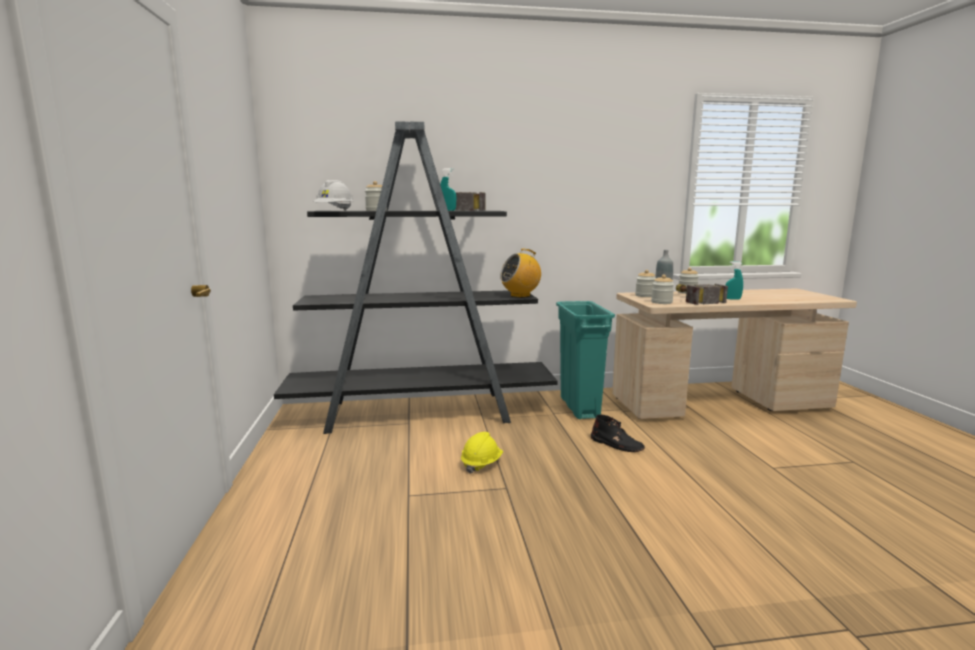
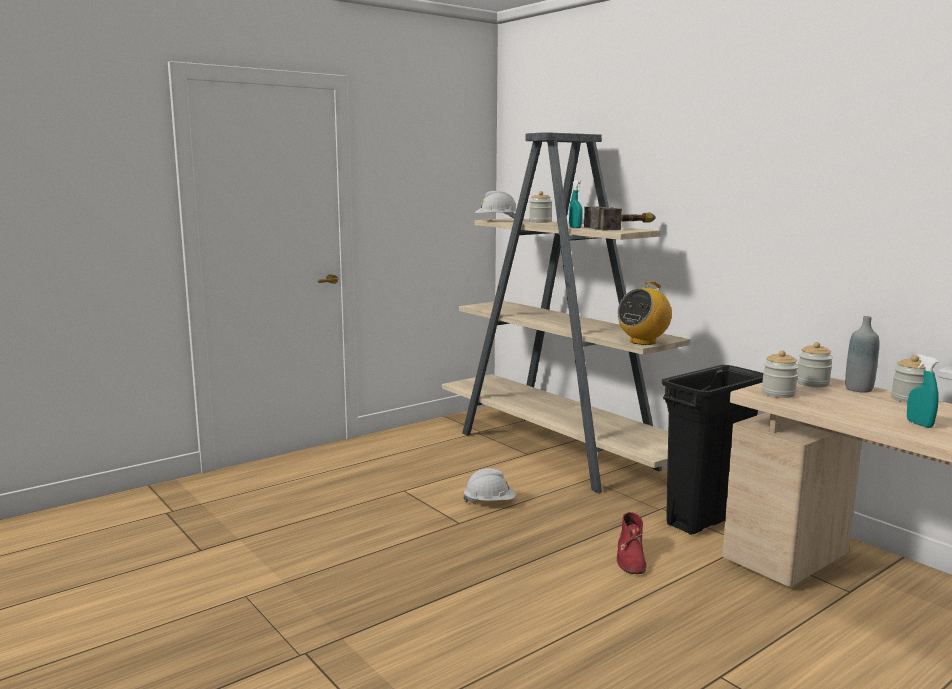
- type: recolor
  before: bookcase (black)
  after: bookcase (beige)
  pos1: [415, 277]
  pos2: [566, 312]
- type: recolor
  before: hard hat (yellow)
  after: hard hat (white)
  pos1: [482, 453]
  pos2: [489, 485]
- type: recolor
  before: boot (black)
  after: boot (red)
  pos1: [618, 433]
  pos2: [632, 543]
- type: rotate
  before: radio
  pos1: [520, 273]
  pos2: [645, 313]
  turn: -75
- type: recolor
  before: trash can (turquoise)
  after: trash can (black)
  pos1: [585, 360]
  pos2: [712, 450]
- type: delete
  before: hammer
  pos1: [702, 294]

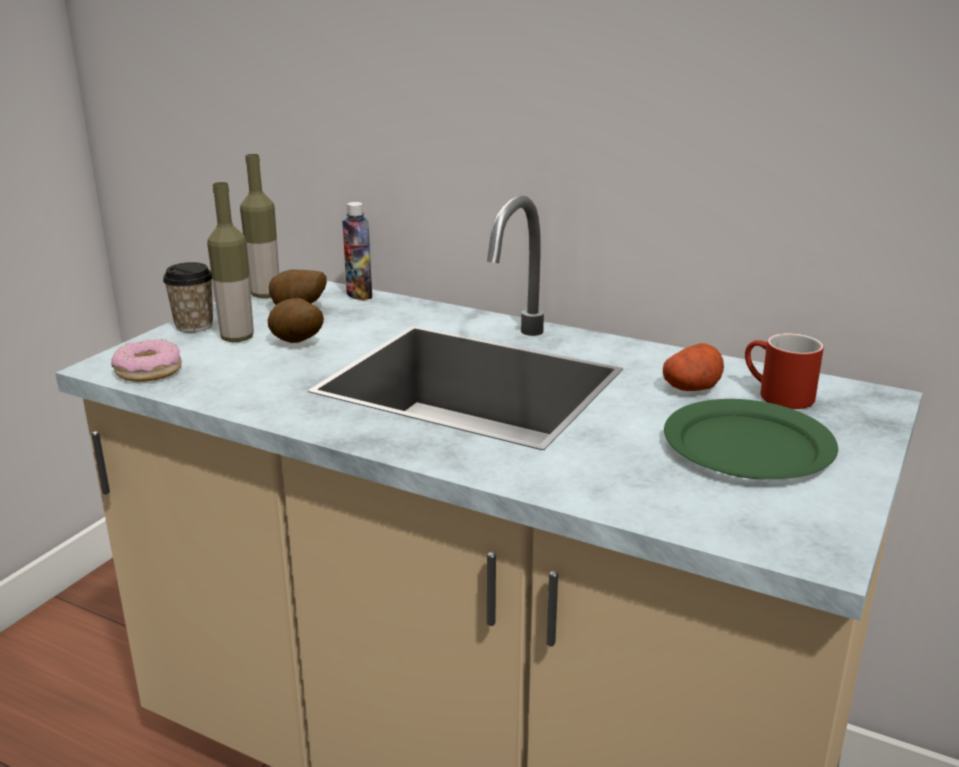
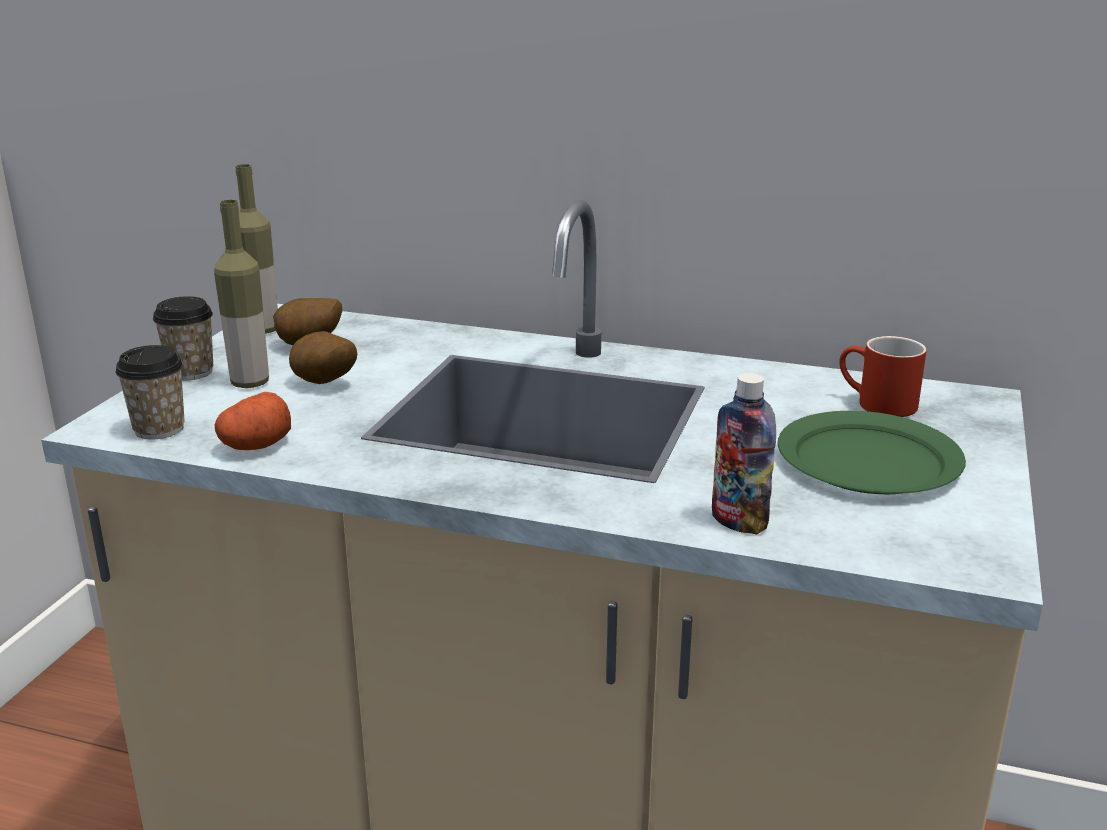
- type: replace
  before: donut
  after: cup
  pos1: [146, 360]
  pos2: [150, 392]
- type: move
  before: potato
  pos1: [693, 367]
  pos2: [253, 421]
- type: move
  before: bottle
  pos1: [357, 251]
  pos2: [744, 454]

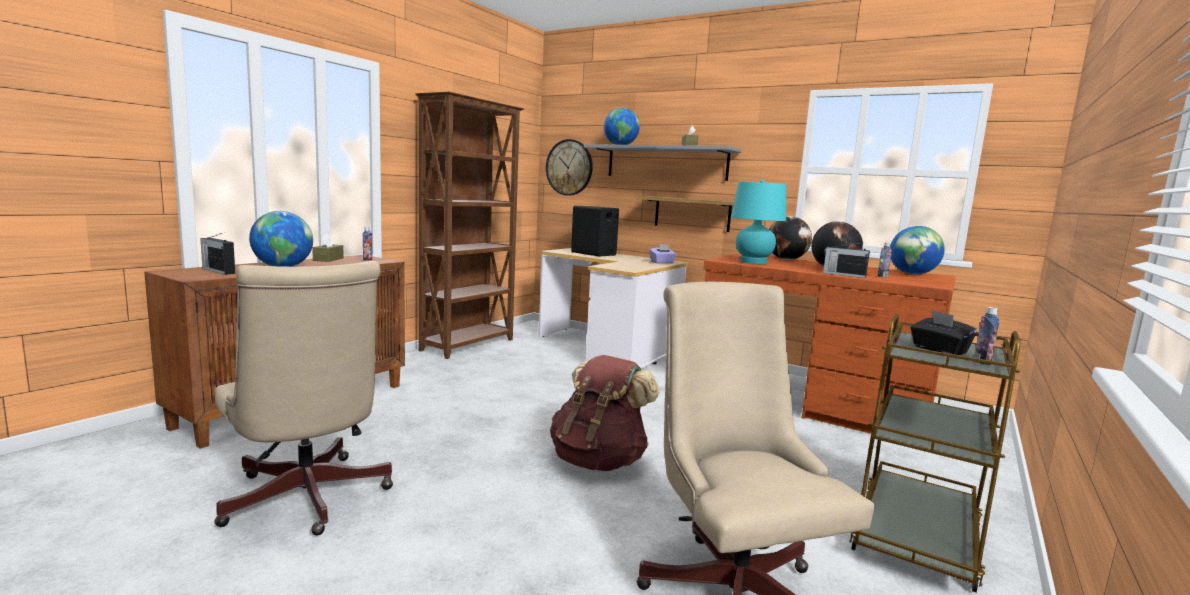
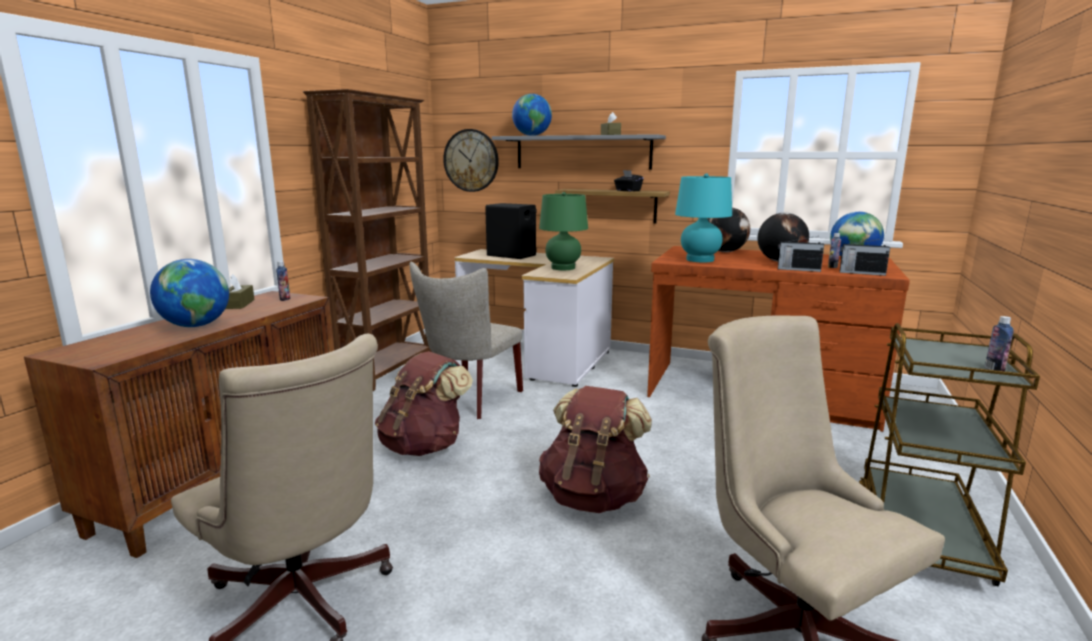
- type: insert
  after: backpack (brown)
  pos2: [424, 403]
- type: insert
  after: chair (beige)
  pos2: [466, 340]
- type: insert
  after: table lamp (green)
  pos2: [563, 231]
- type: move
  before: tissue box (black)
  pos1: [943, 332]
  pos2: [629, 180]
- type: move
  before: radio
  pos1: [217, 254]
  pos2: [865, 257]
- type: delete
  before: tissue box (purple)
  pos1: [663, 254]

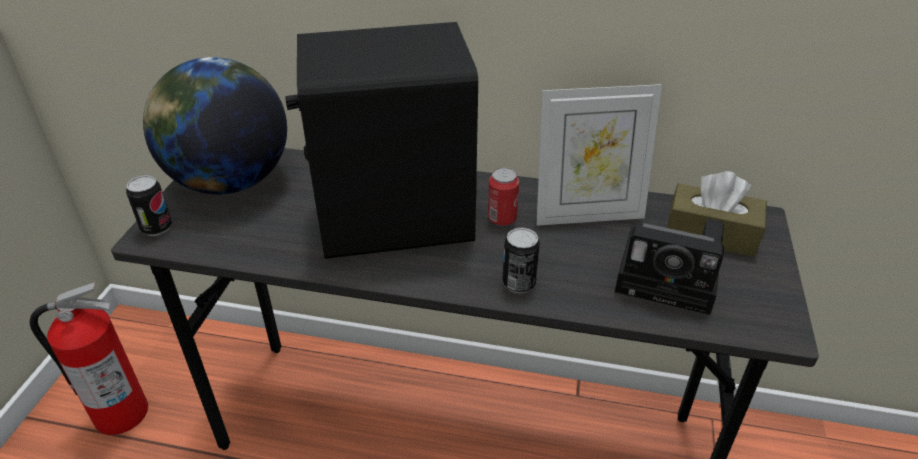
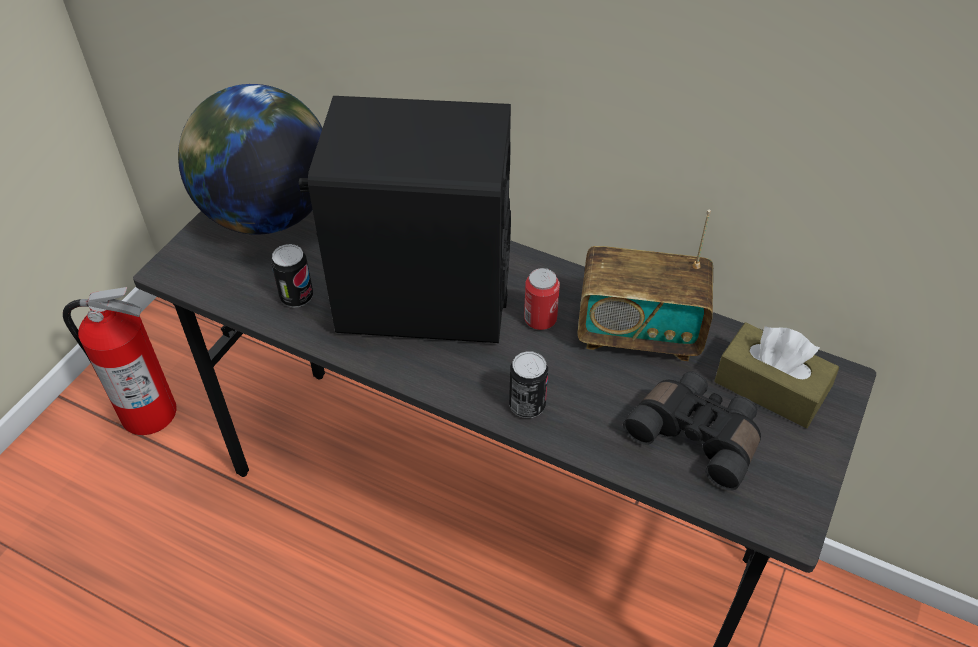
- type: move
  before: can
  pos1: [149, 205]
  pos2: [292, 276]
- type: replace
  before: picture frame
  after: radio
  pos1: [599, 155]
  pos2: [645, 285]
- type: replace
  before: photo camera
  after: binoculars (black)
  pos1: [669, 267]
  pos2: [692, 431]

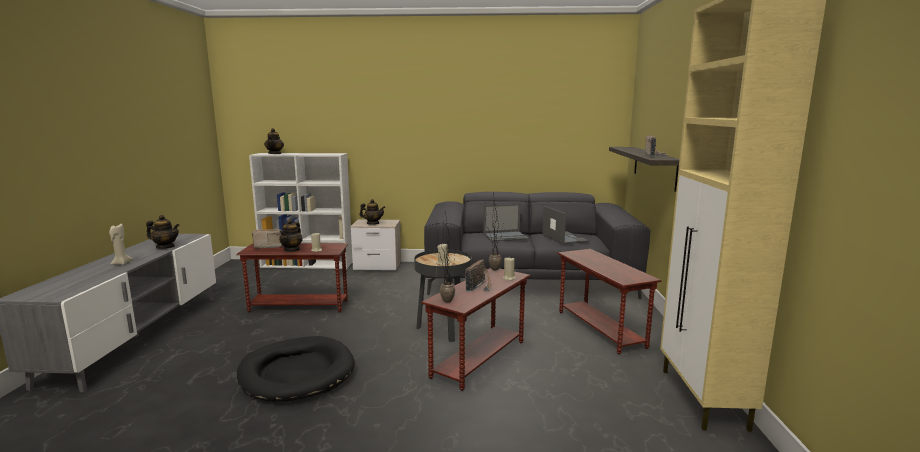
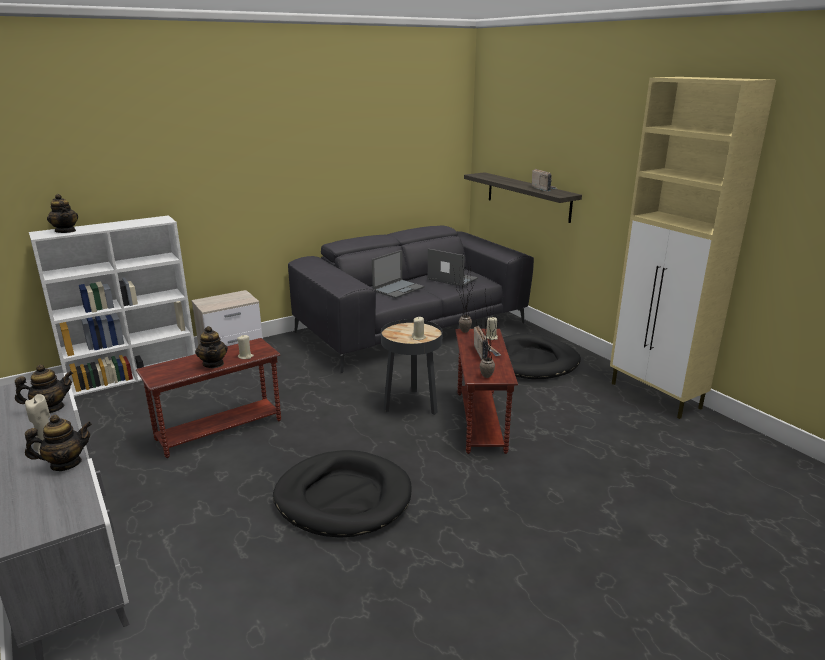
- type: move
  before: teapot
  pos1: [372, 212]
  pos2: [58, 443]
- type: replace
  before: side table (brown)
  after: dog bed (black)
  pos1: [609, 302]
  pos2: [542, 356]
- type: delete
  before: radio
  pos1: [267, 239]

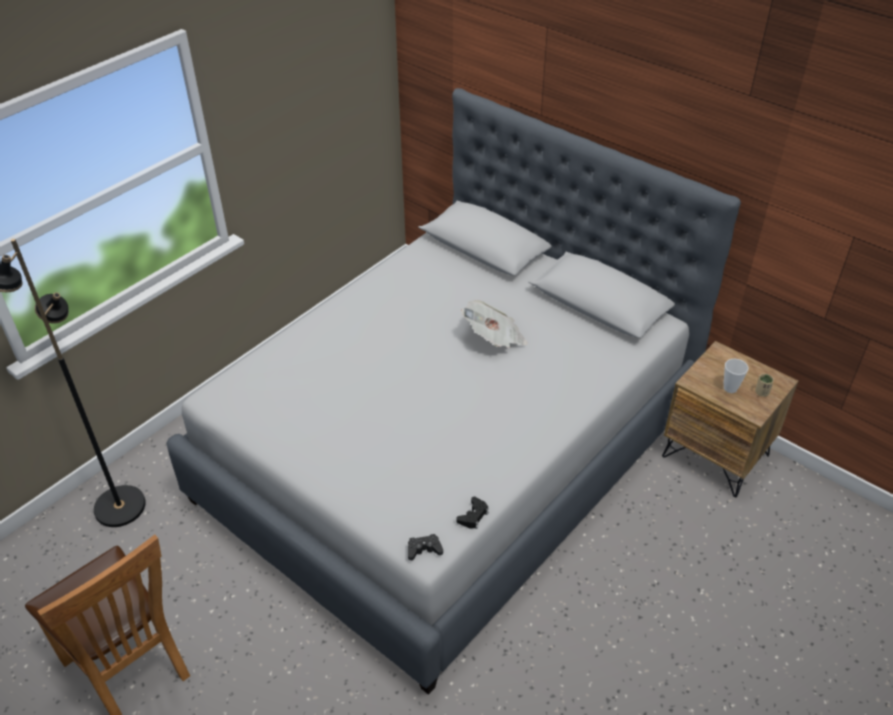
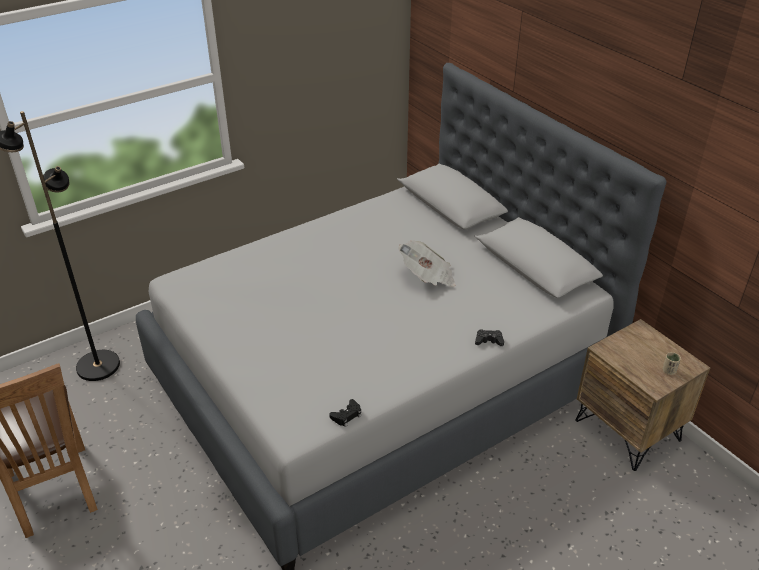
- type: move
  before: game controller (black)
  pos1: [425, 547]
  pos2: [489, 337]
- type: delete
  before: cup
  pos1: [736, 376]

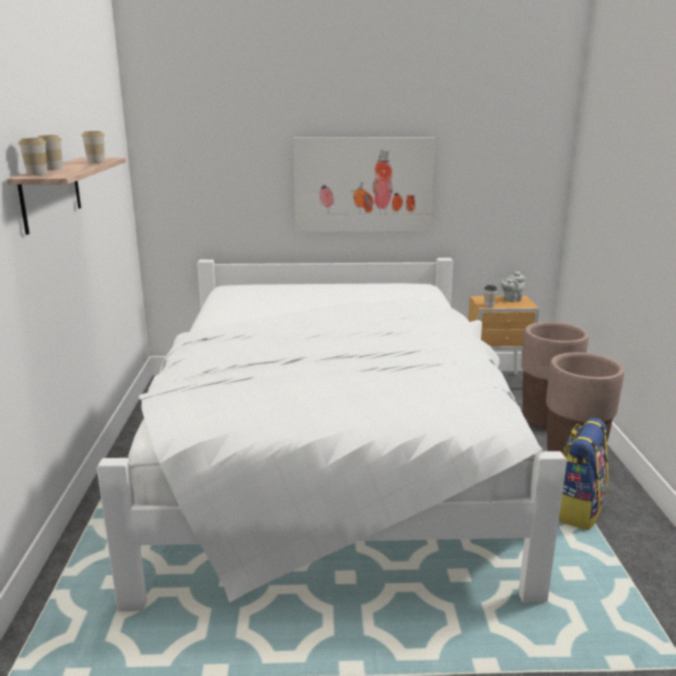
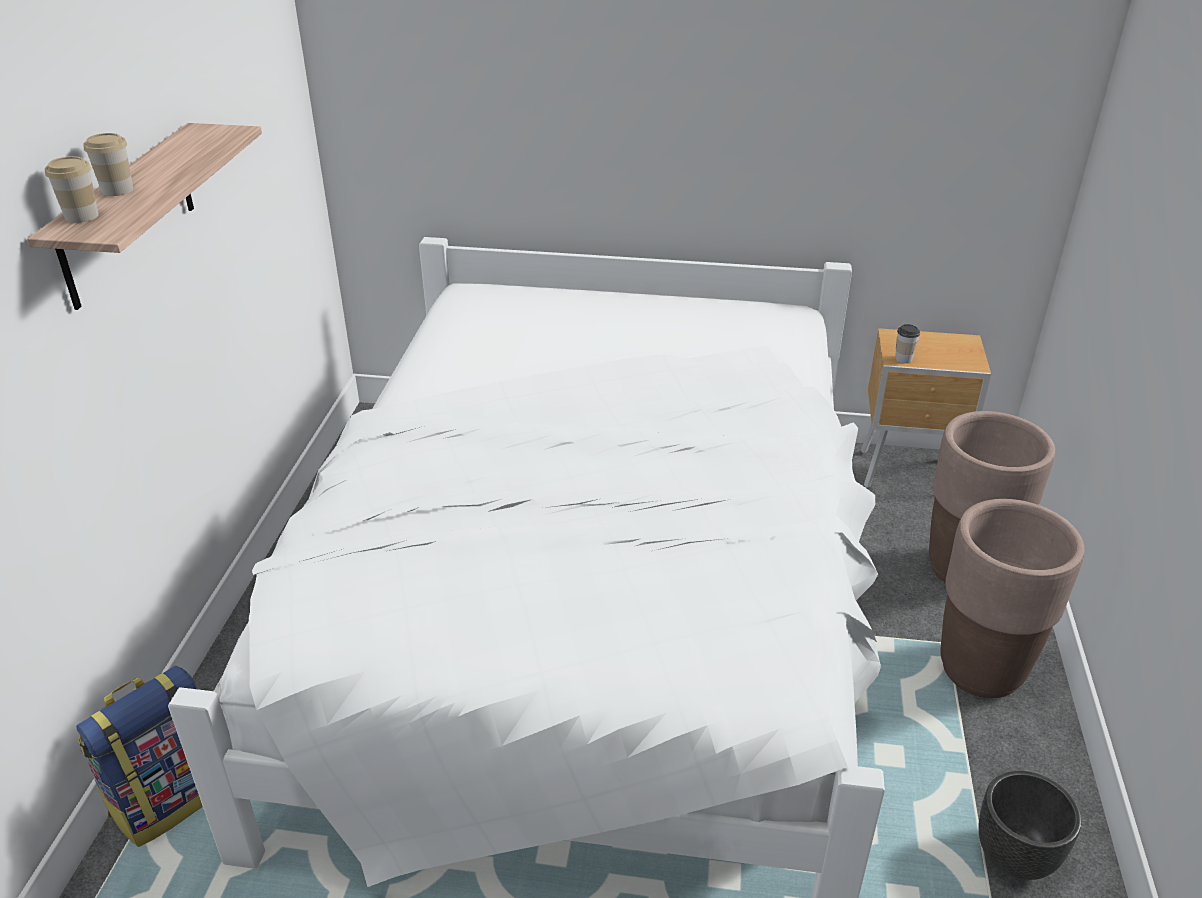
- type: move
  before: backpack
  pos1: [584, 474]
  pos2: [139, 756]
- type: insert
  after: planter (black)
  pos2: [1030, 825]
- type: delete
  before: cup
  pos1: [93, 147]
- type: delete
  before: picture
  pos1: [364, 184]
- type: delete
  before: teapot (grey)
  pos1: [512, 286]

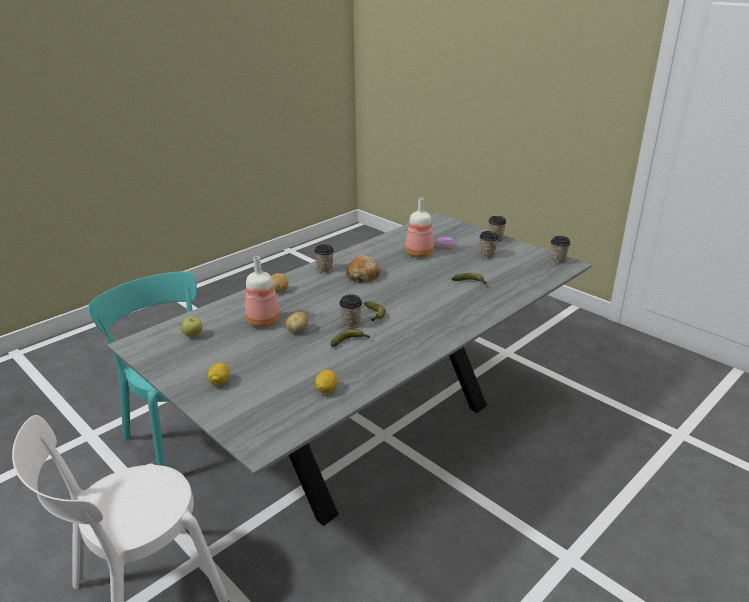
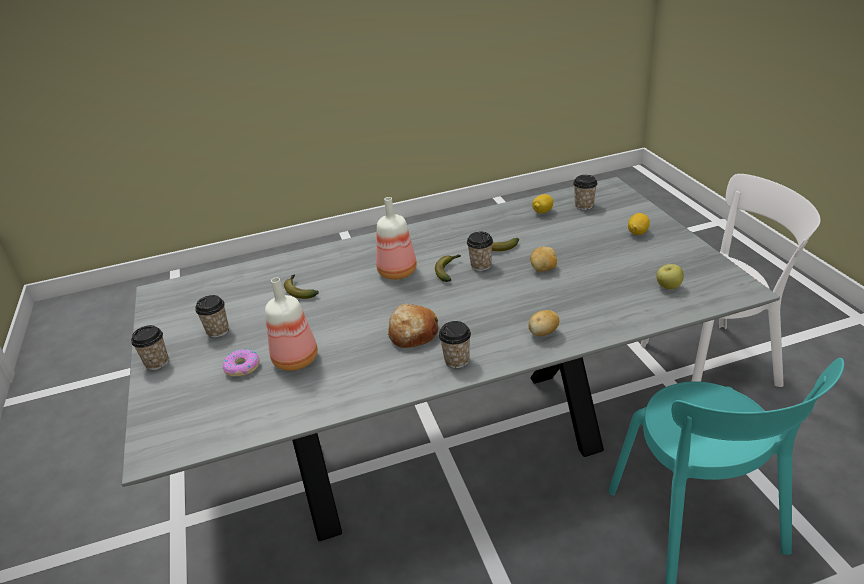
- type: move
  before: bottle
  pos1: [262, 291]
  pos2: [396, 238]
- type: move
  before: cup
  pos1: [560, 250]
  pos2: [585, 192]

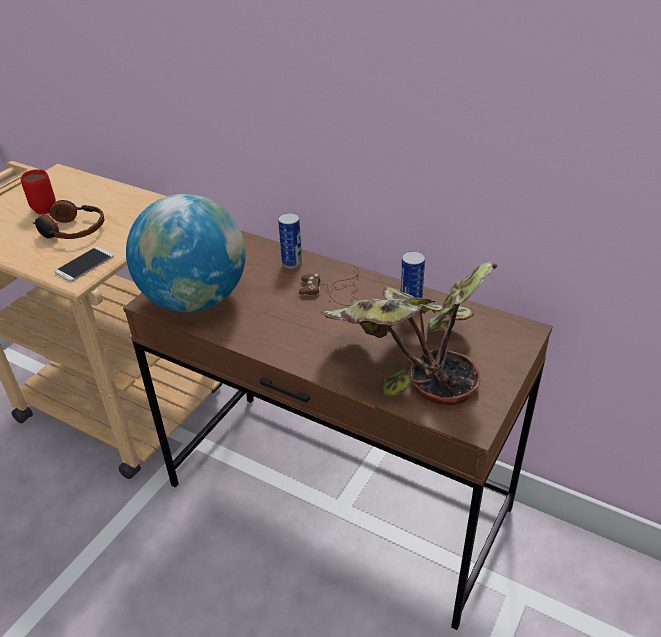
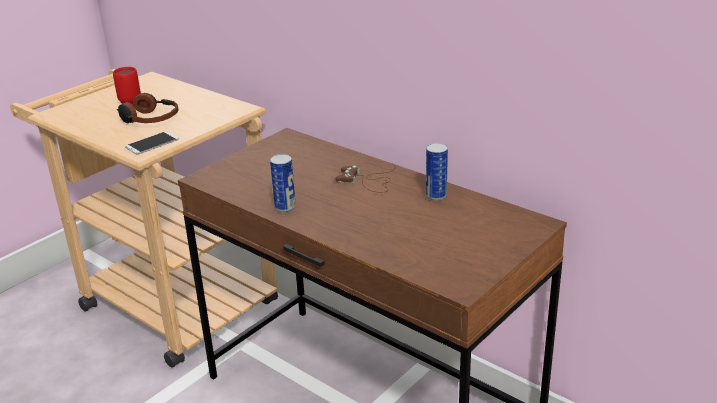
- type: move
  before: can
  pos1: [290, 241]
  pos2: [283, 183]
- type: delete
  before: globe
  pos1: [186, 253]
- type: delete
  before: potted plant
  pos1: [408, 333]

